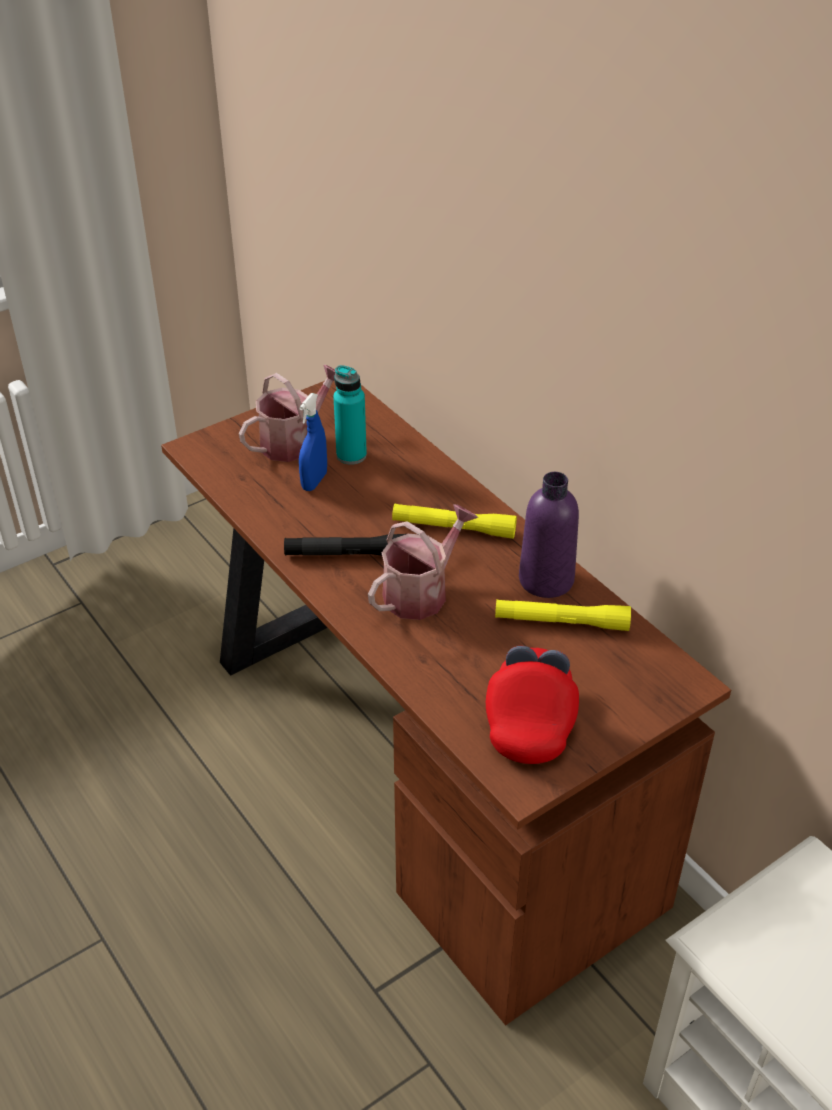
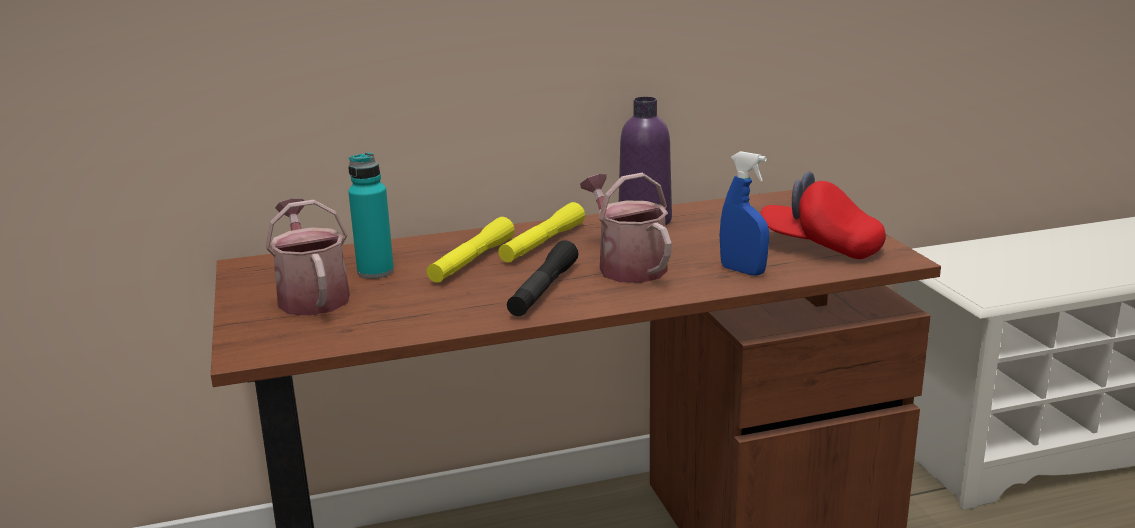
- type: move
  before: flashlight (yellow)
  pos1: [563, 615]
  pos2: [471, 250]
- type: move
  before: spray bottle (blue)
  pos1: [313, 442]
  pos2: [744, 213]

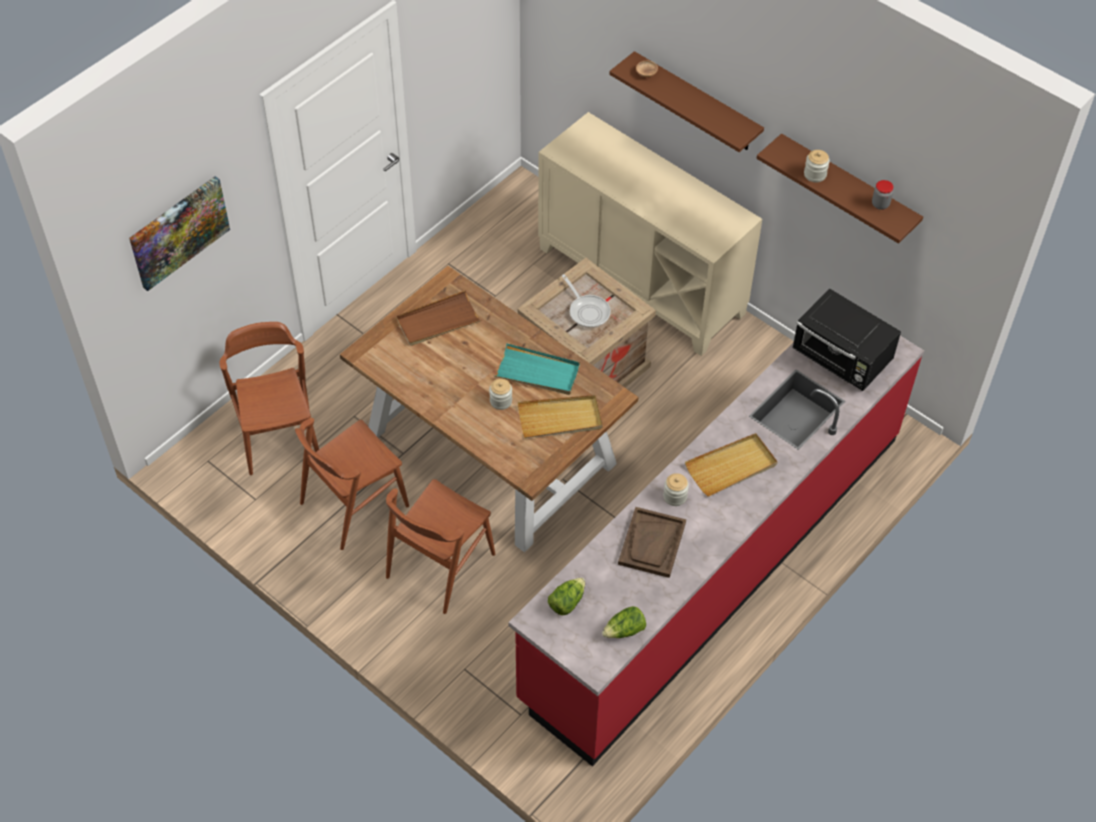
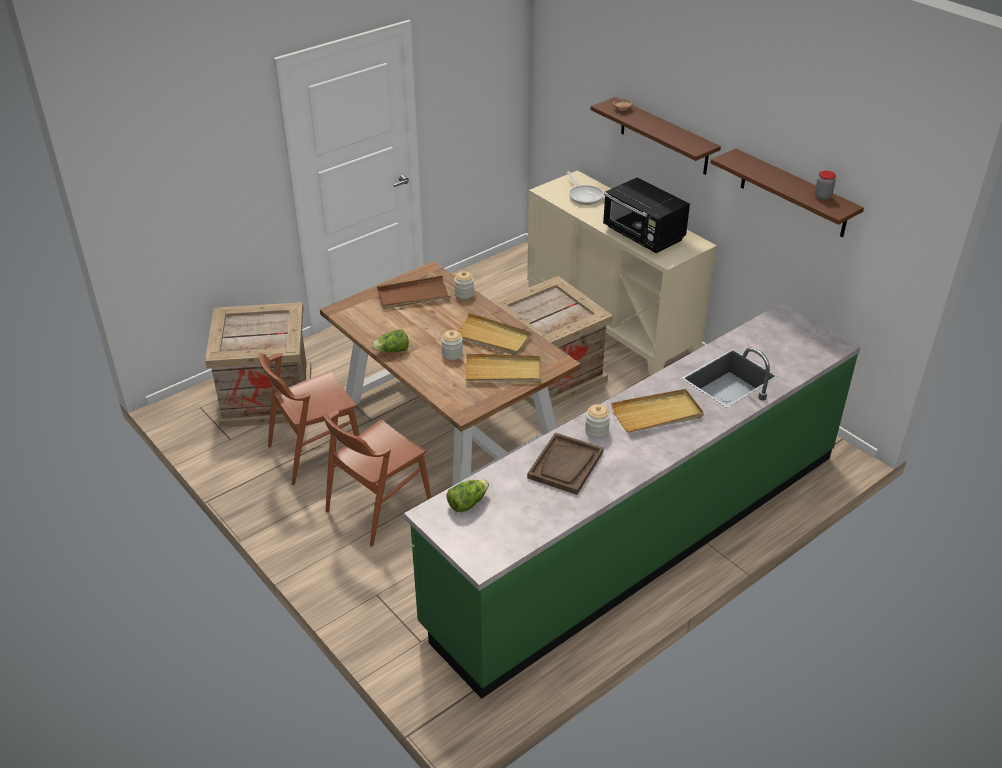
- type: replace
  before: chair (brown)
  after: crate
  pos1: [269, 398]
  pos2: [258, 365]
- type: move
  before: lettuce
  pos1: [624, 622]
  pos2: [390, 341]
- type: recolor
  before: counter (red)
  after: counter (green)
  pos1: [716, 551]
  pos2: [632, 501]
- type: move
  before: jar
  pos1: [817, 166]
  pos2: [464, 285]
- type: recolor
  before: tray (turquoise)
  after: tray (beige)
  pos1: [537, 369]
  pos2: [495, 334]
- type: move
  before: frying pan
  pos1: [586, 301]
  pos2: [585, 188]
- type: move
  before: microwave (black)
  pos1: [846, 340]
  pos2: [646, 215]
- type: delete
  before: picture
  pos1: [179, 233]

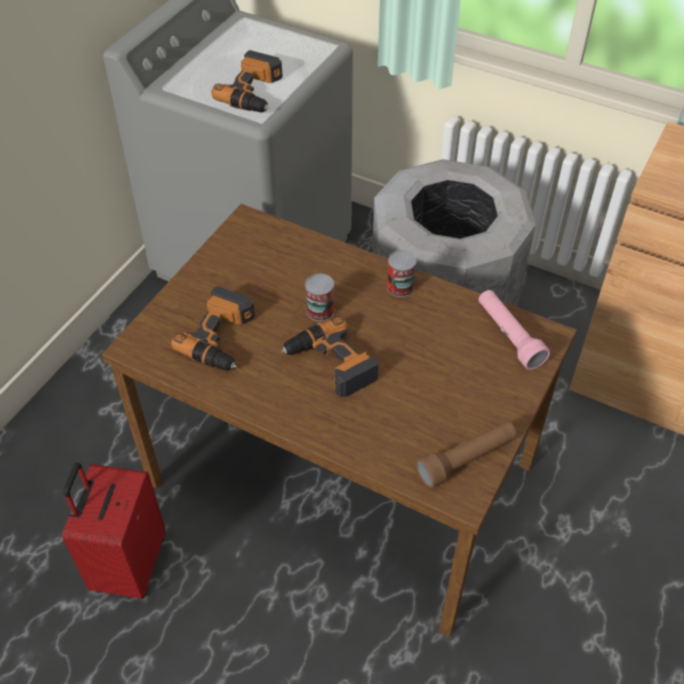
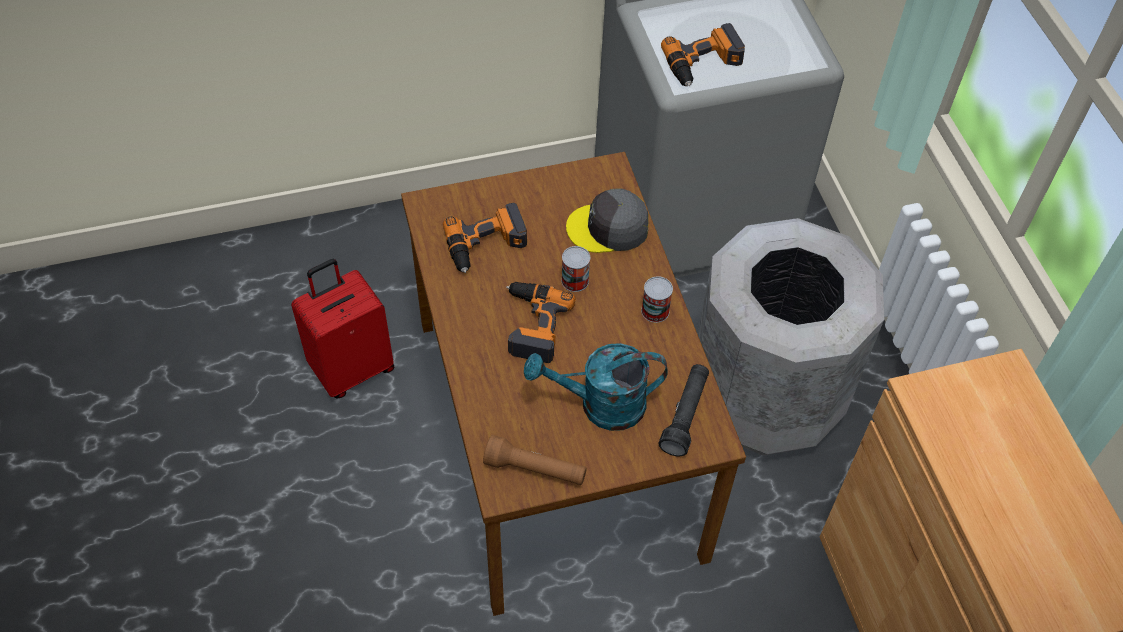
- type: insert
  after: watering can (turquoise)
  pos2: [596, 387]
- type: insert
  after: cap (grey)
  pos2: [607, 220]
- type: recolor
  before: flashlight (pink)
  after: flashlight (black)
  pos1: [514, 330]
  pos2: [683, 410]

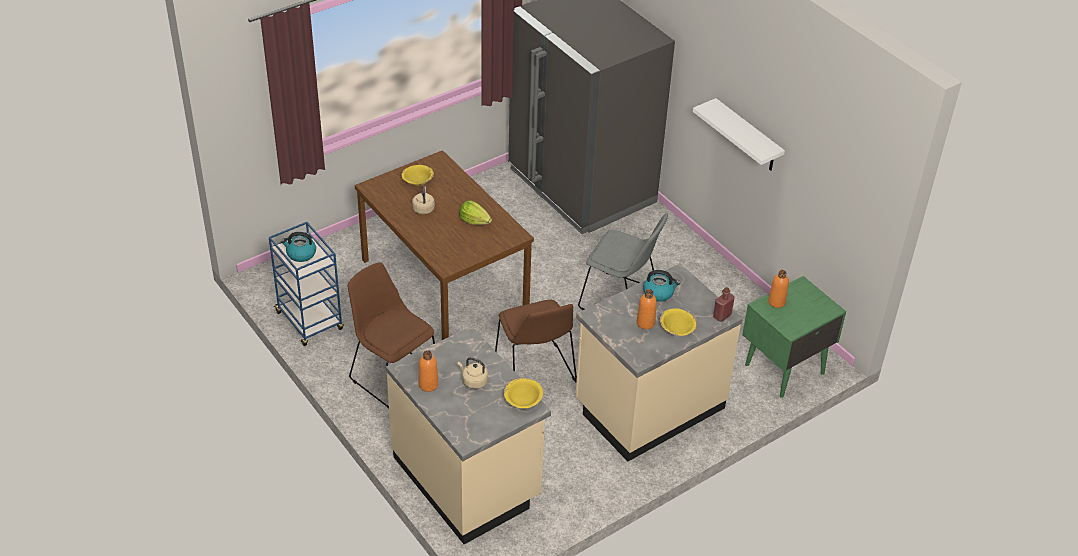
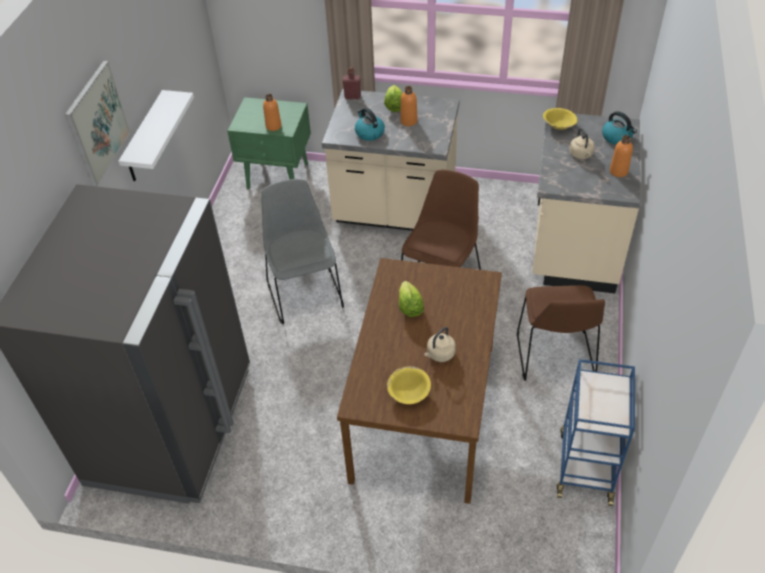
- type: insert
  after: picture
  pos2: [98, 123]
- type: replace
  before: bowl (yellow)
  after: lettuce
  pos1: [678, 322]
  pos2: [393, 98]
- type: move
  before: kettle
  pos1: [298, 247]
  pos2: [619, 128]

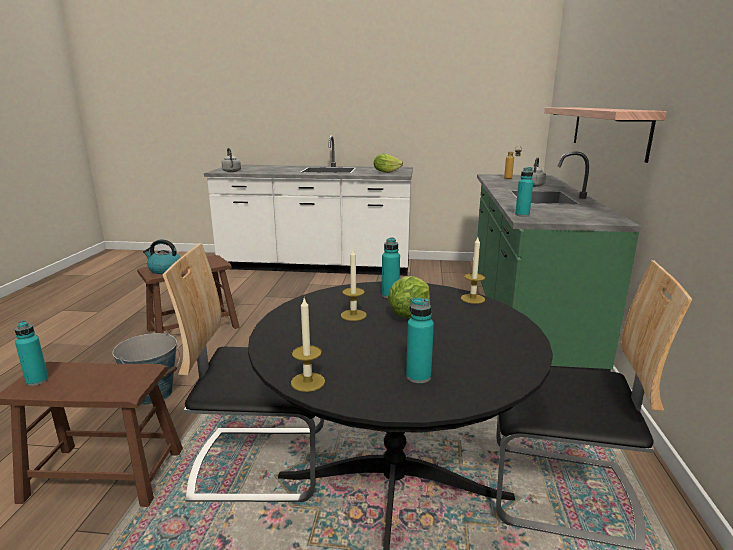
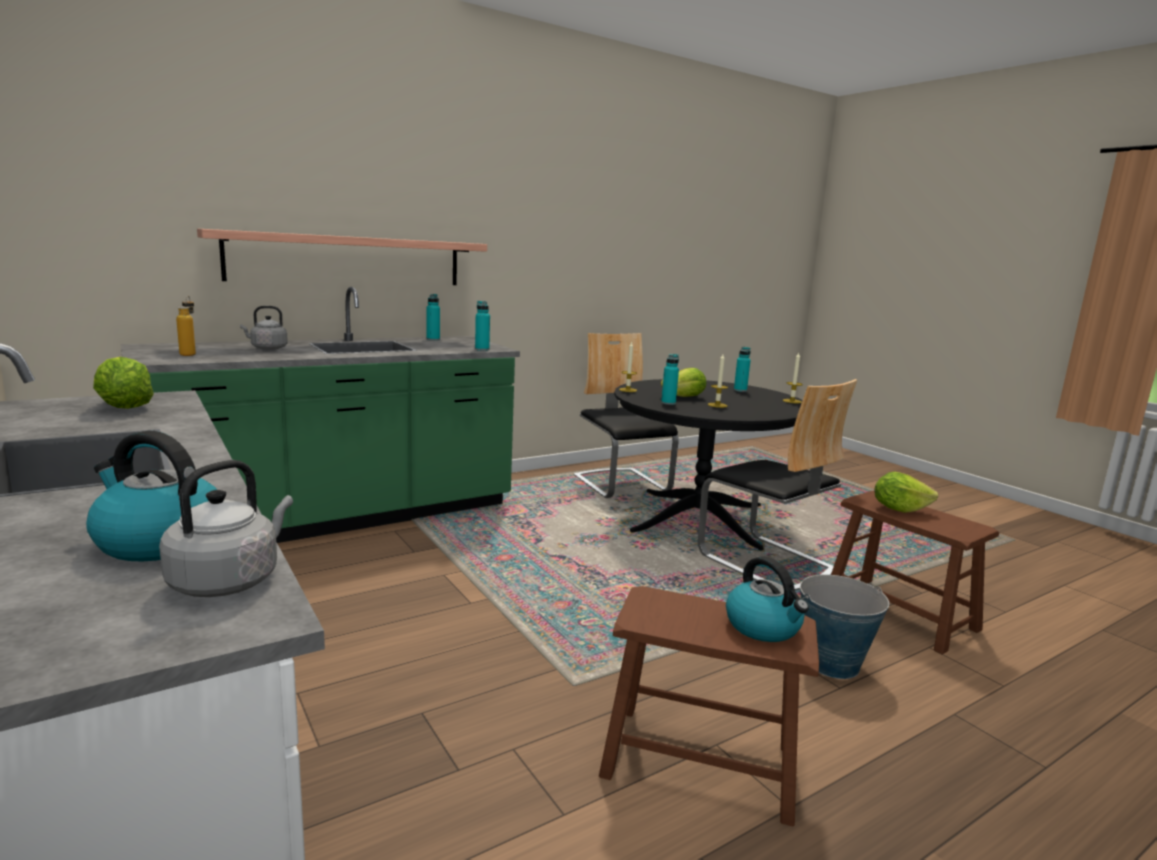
- type: insert
  after: kettle
  pos2: [151, 496]
- type: move
  before: bottle (turquoise)
  pos1: [31, 353]
  pos2: [433, 317]
- type: insert
  after: lettuce
  pos2: [906, 492]

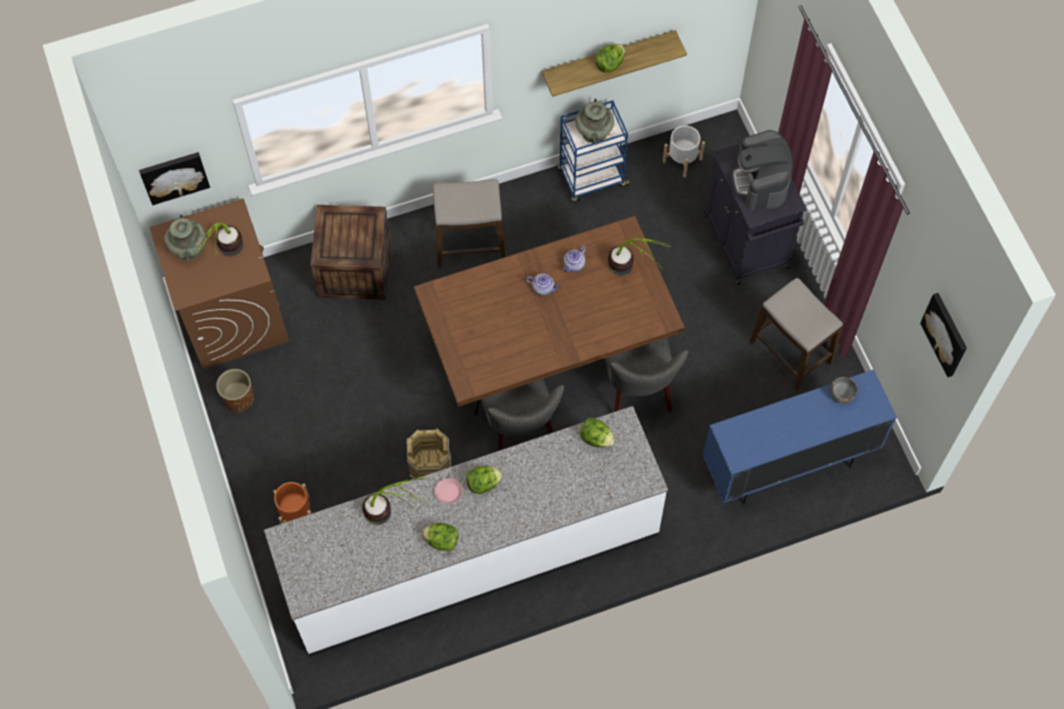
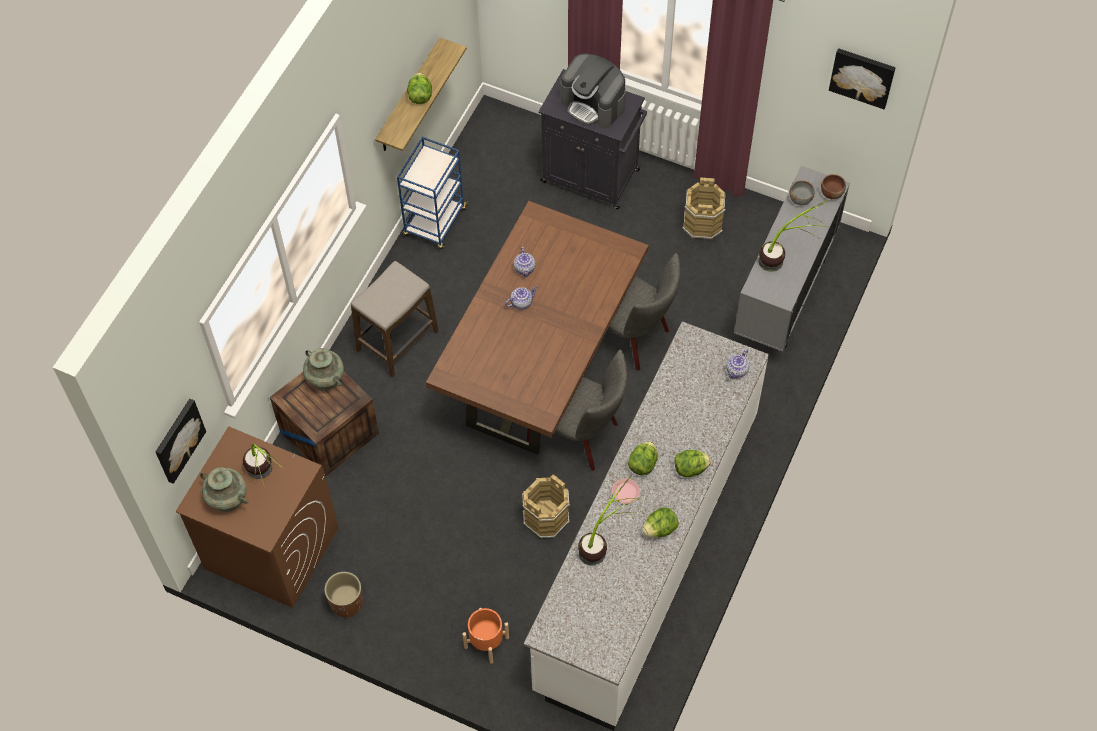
- type: move
  before: vase (turquoise)
  pos1: [594, 121]
  pos2: [323, 369]
- type: move
  before: lettuce
  pos1: [597, 432]
  pos2: [692, 463]
- type: replace
  before: stool
  after: bucket (brown)
  pos1: [796, 335]
  pos2: [704, 208]
- type: insert
  after: teapot
  pos2: [738, 364]
- type: recolor
  before: cabinet (blue)
  after: cabinet (grey)
  pos1: [800, 437]
  pos2: [792, 259]
- type: move
  before: potted plant
  pos1: [639, 257]
  pos2: [793, 236]
- type: insert
  after: bowl (brown)
  pos2: [833, 186]
- type: delete
  before: planter (white)
  pos1: [684, 151]

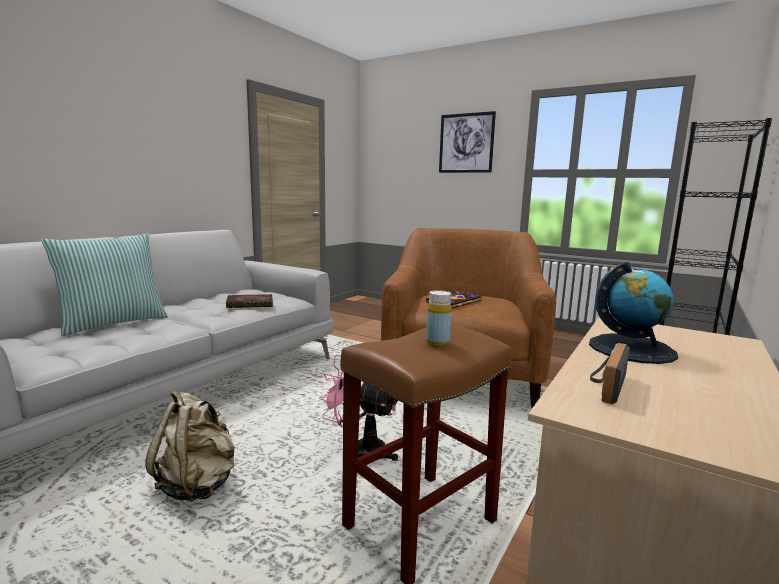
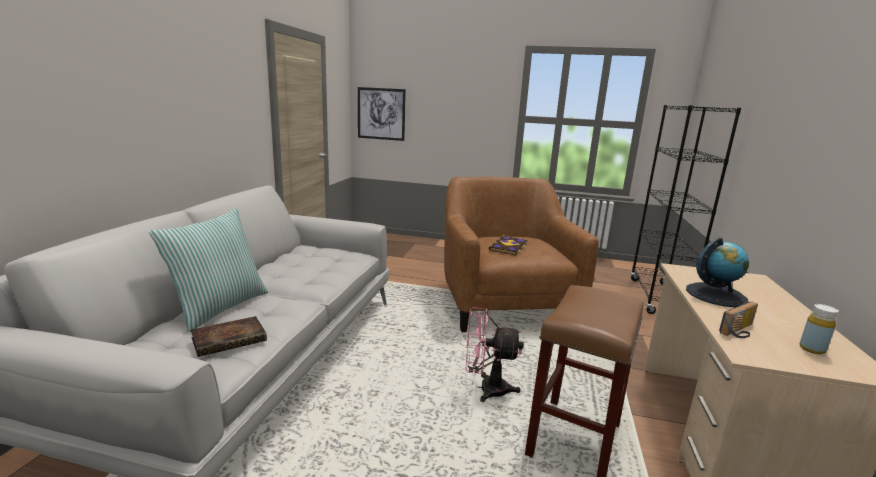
- type: move
  before: book
  pos1: [249, 301]
  pos2: [229, 336]
- type: move
  before: picture
  pos1: [467, 142]
  pos2: [382, 114]
- type: rotate
  before: radio
  pos1: [610, 373]
  pos2: [738, 319]
  turn: -135
- type: move
  before: bottle (yellow)
  pos1: [439, 318]
  pos2: [819, 329]
- type: delete
  before: backpack (beige)
  pos1: [190, 446]

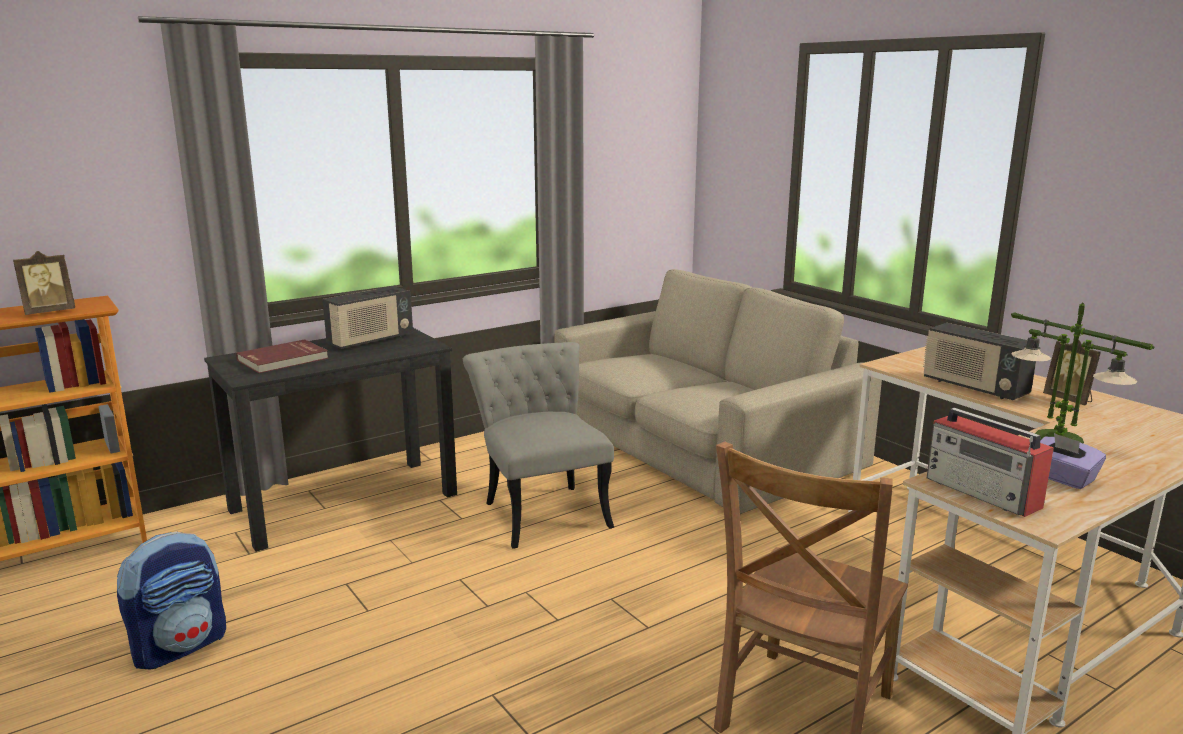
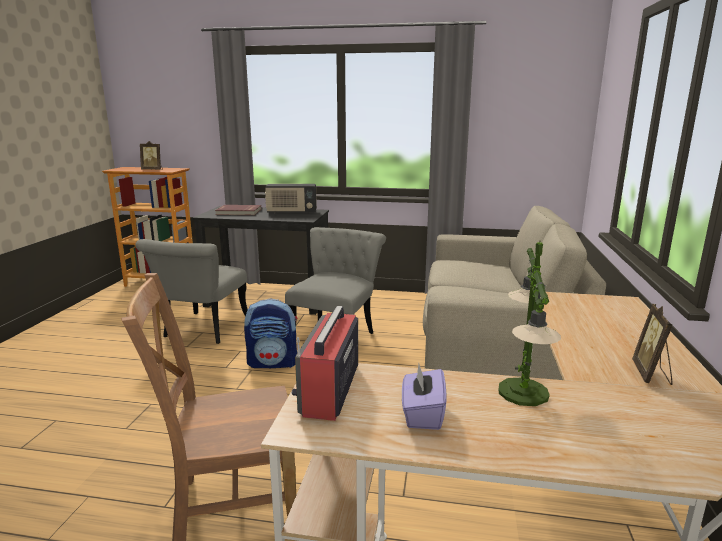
- type: insert
  after: chair (grey)
  pos2: [191, 291]
- type: move
  before: backpack
  pos1: [171, 600]
  pos2: [270, 333]
- type: delete
  before: radio
  pos1: [979, 361]

